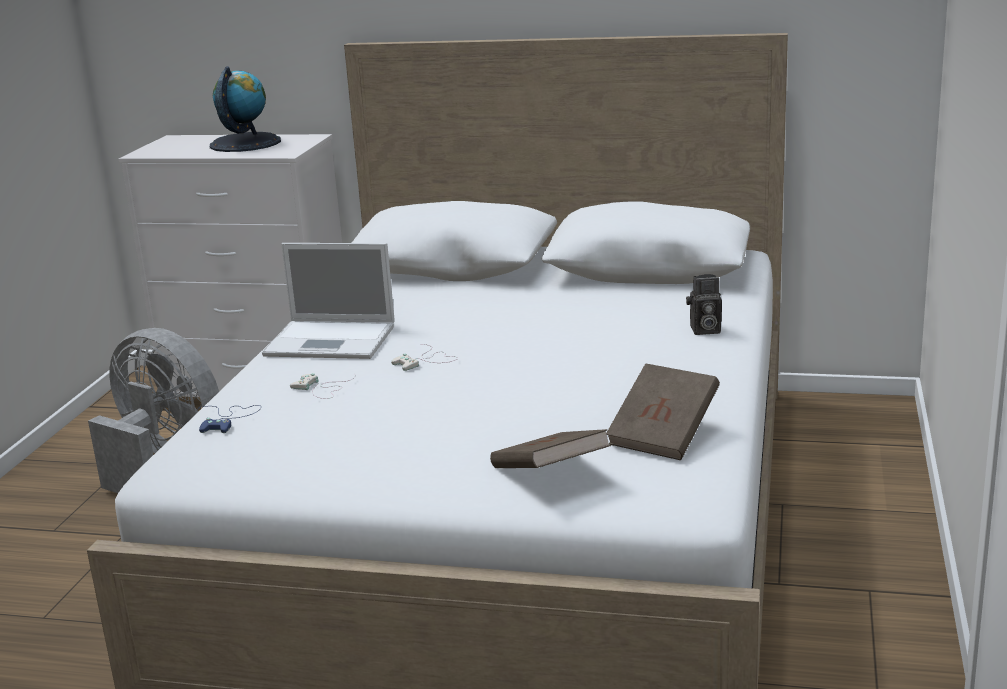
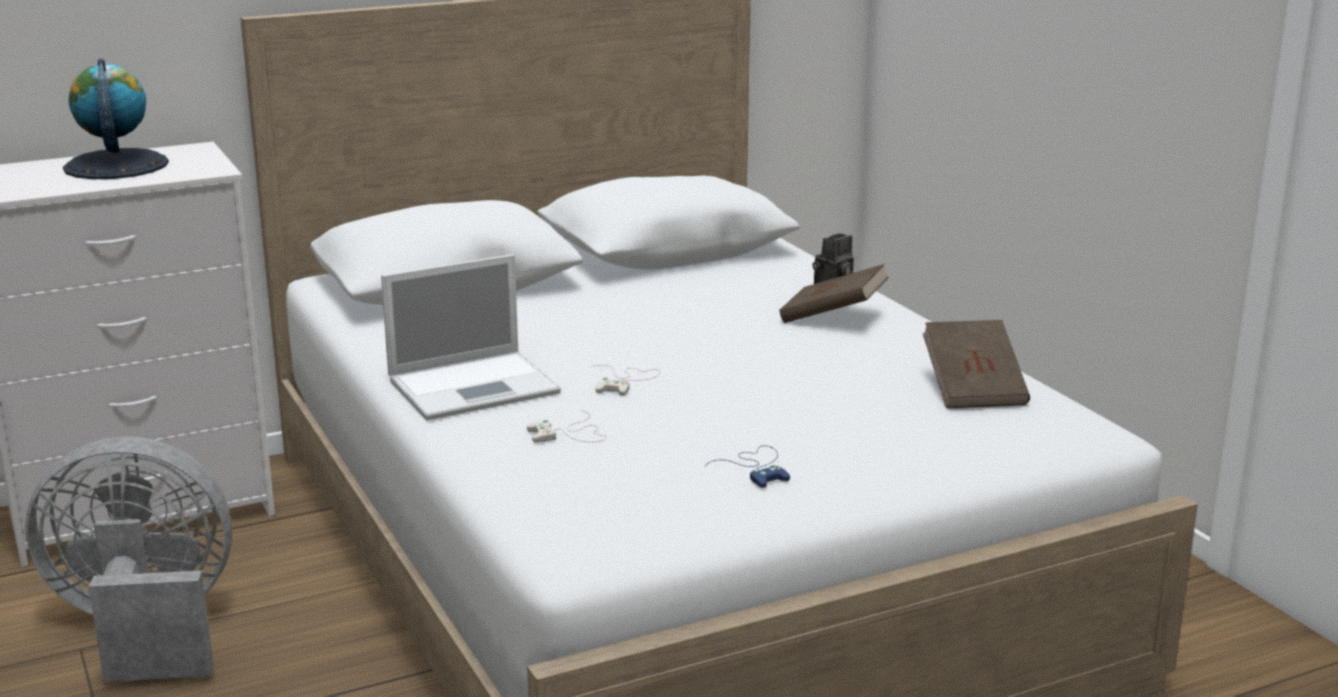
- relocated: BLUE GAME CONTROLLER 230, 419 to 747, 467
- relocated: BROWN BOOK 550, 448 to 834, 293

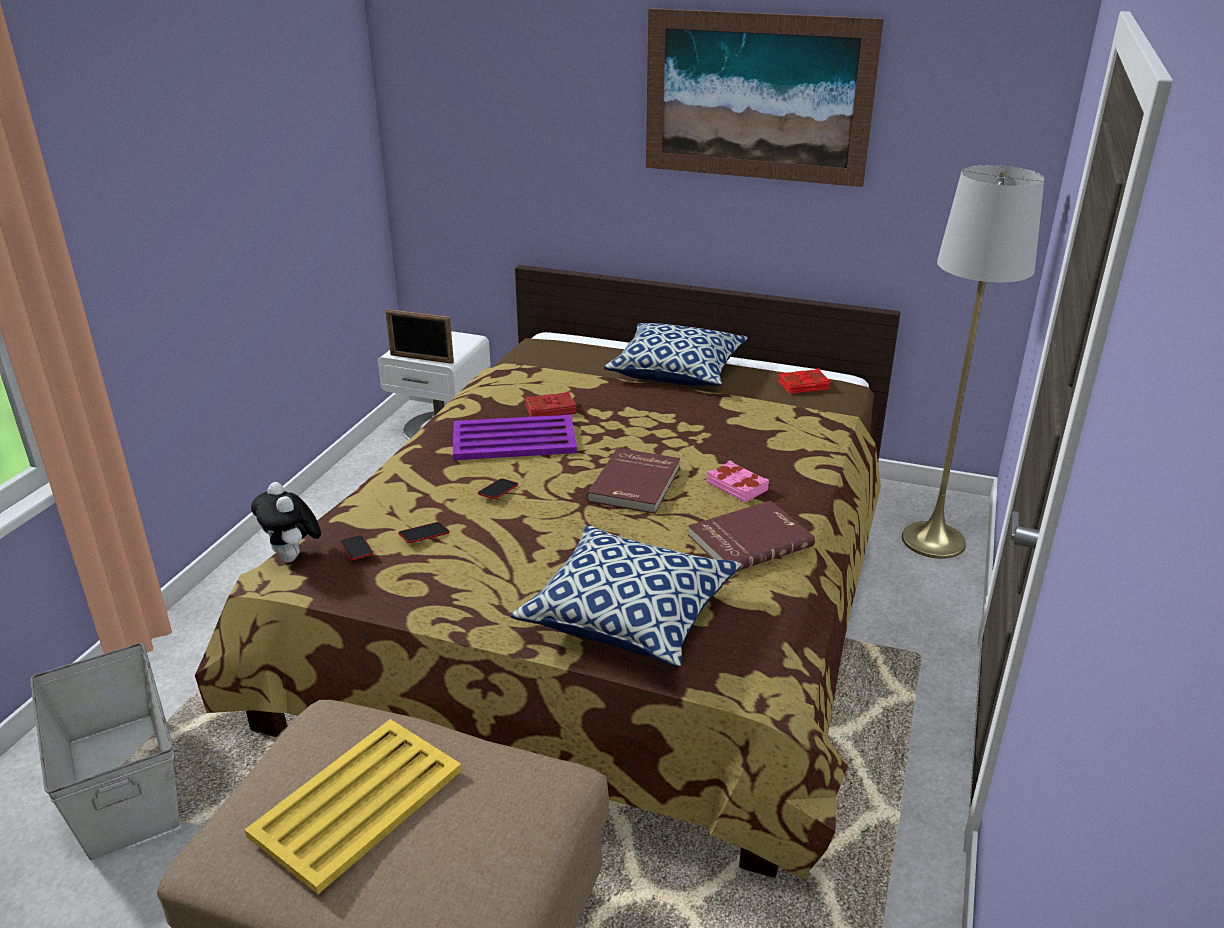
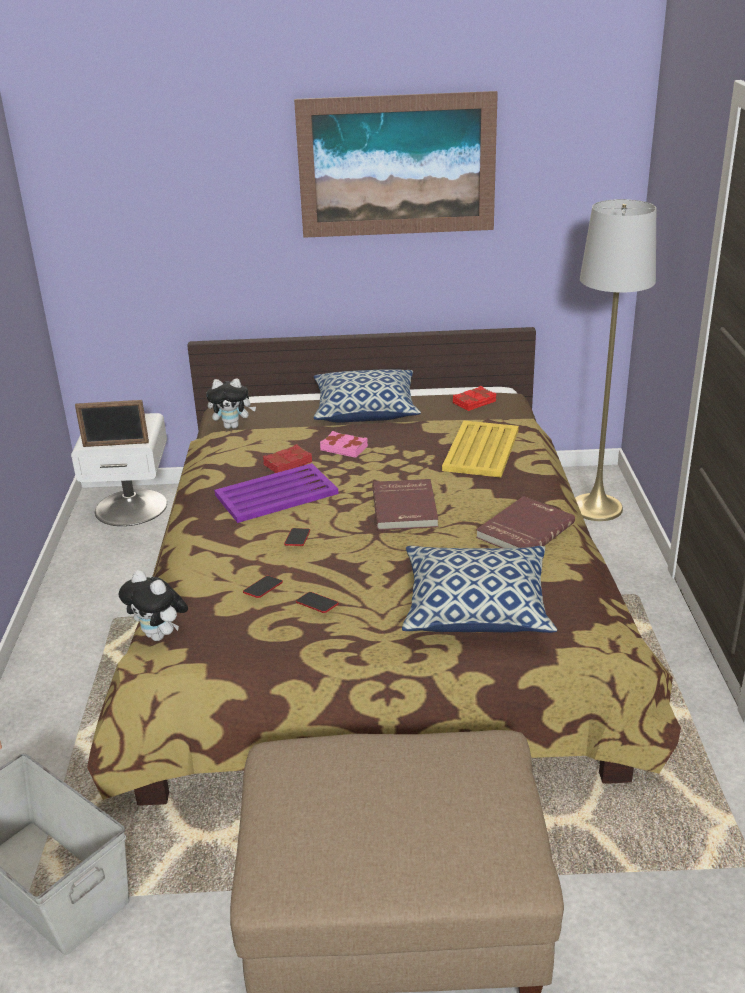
- relocated: YELLOW TRAY 353, 806 to 480, 449
- relocated: PHONE 356, 547 to 317, 602
- relocated: PINK BOOK 738, 481 to 344, 444
- appeared: PLUSH TOY 231, 403

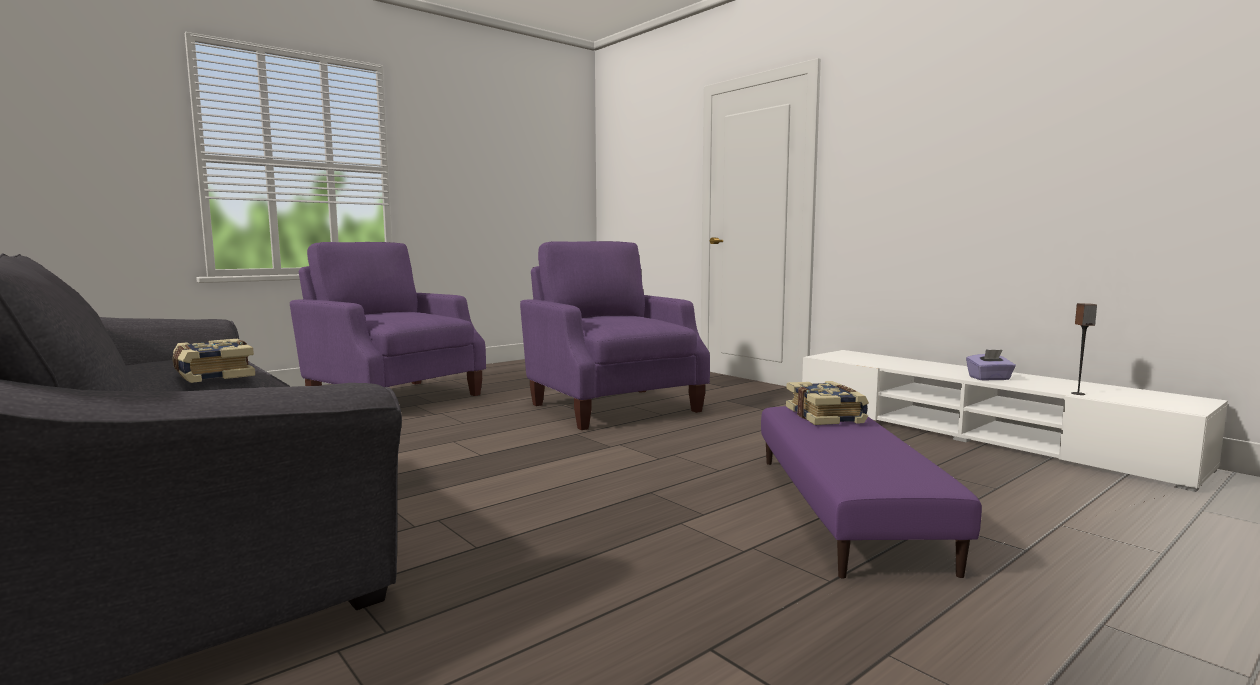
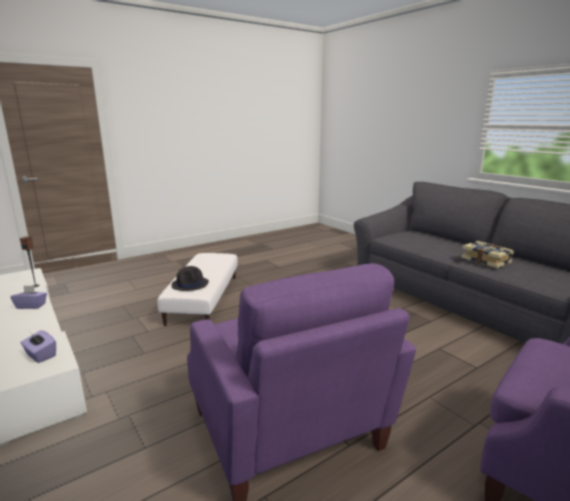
- colour: PURPLE OTTOMAN 871, 492 to WHITE OTTOMAN 197, 289
- exchanged: BOOK 827, 403 to BLACK HAT 190, 278
- appeared: PURPLE TISSUE BOX 38, 346

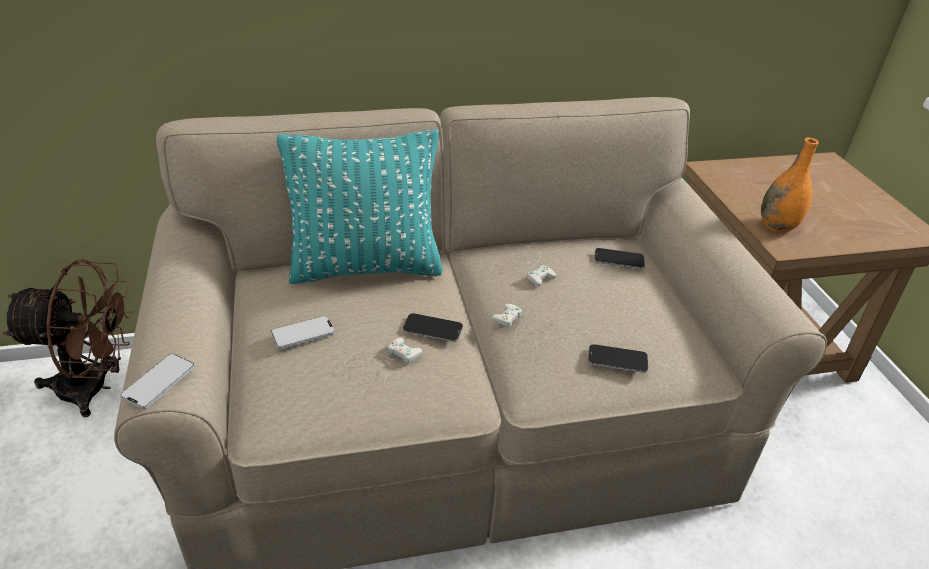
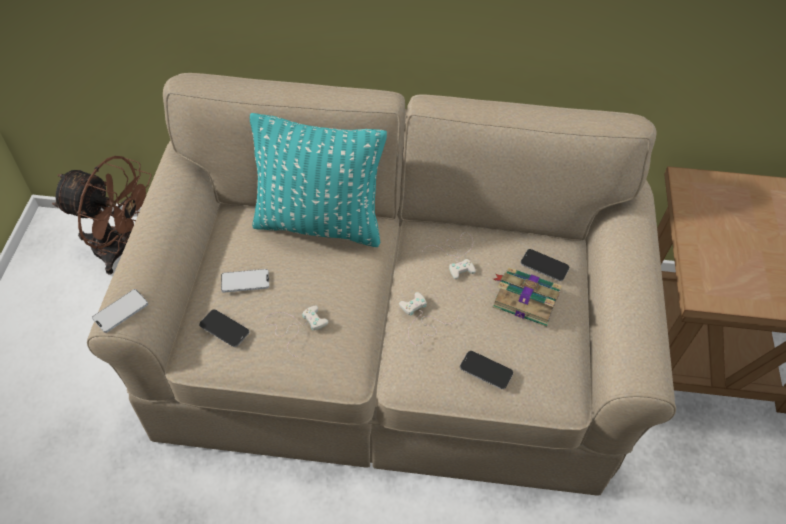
- relocated: PHONE 433, 327 to 224, 328
- missing: ORANGE VASE 790, 185
- appeared: BOOK 527, 297

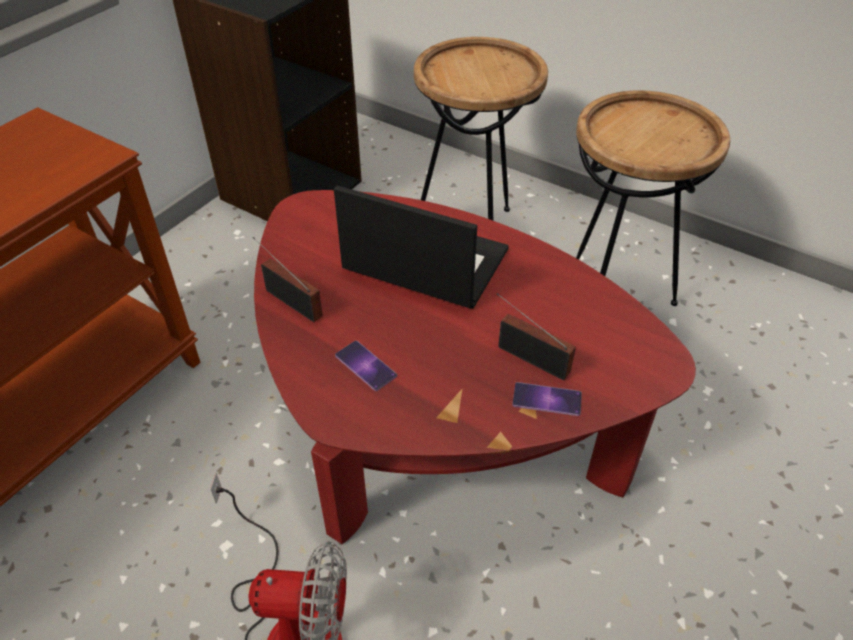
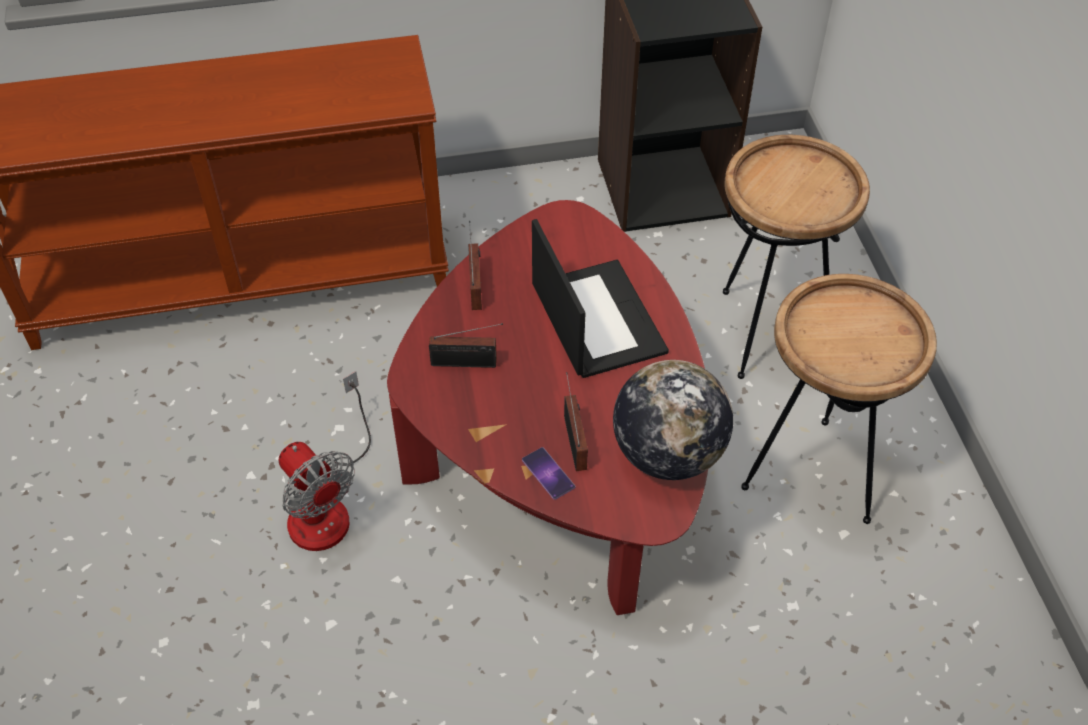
- exchanged: PHONE 366, 366 to RADIO 466, 345
- appeared: GLOBE 673, 420

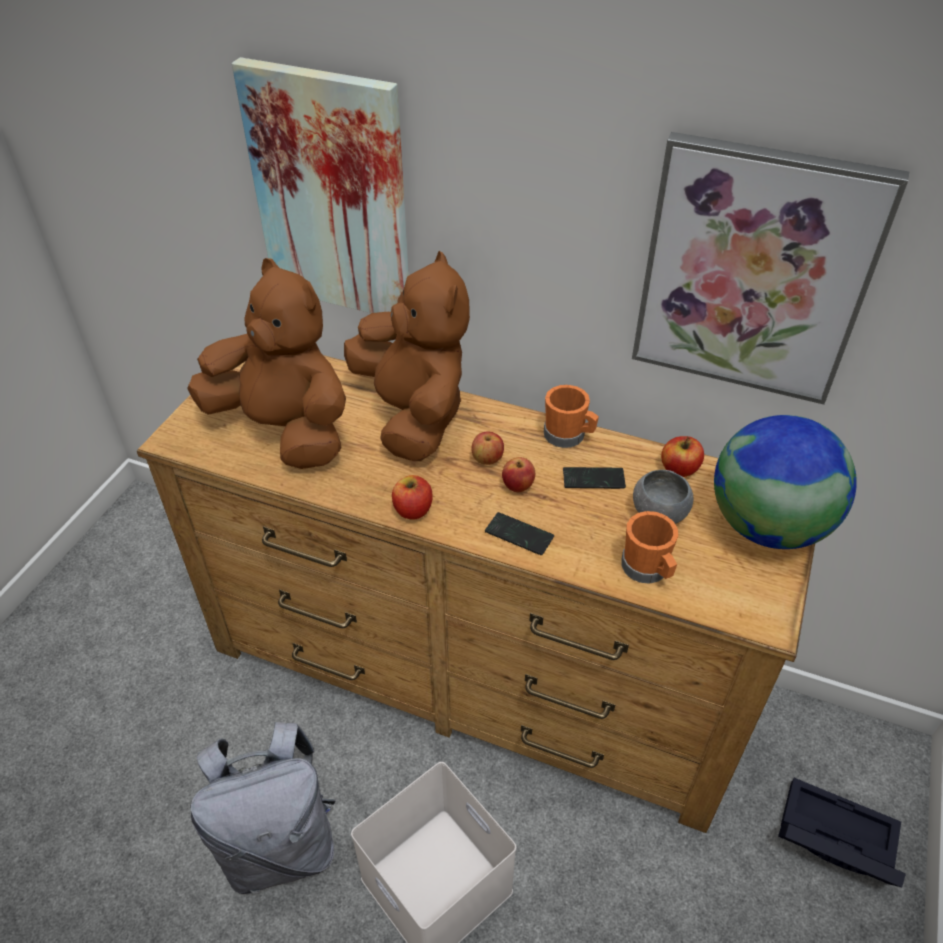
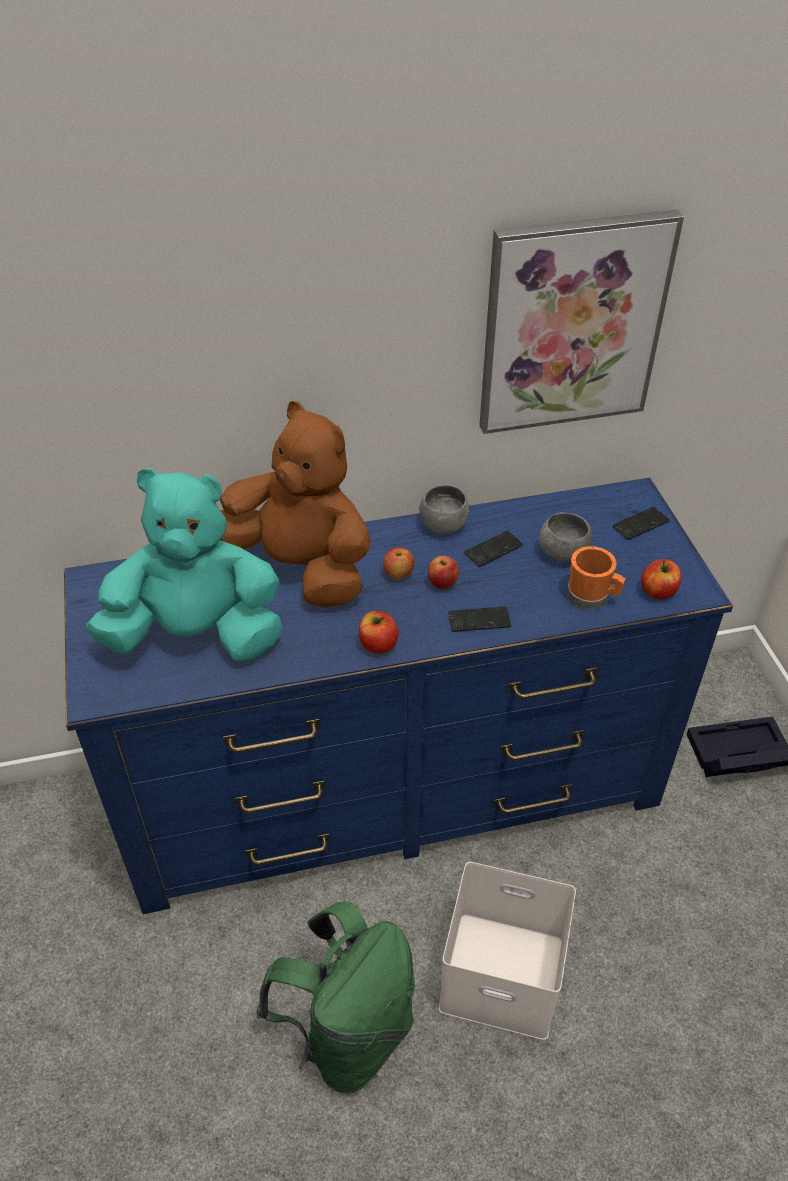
- colour: BROWN DRESSER 476, 594 to BLUE DRESSER 398, 696
- colour: BROWN PLUSH TOY 266, 363 to TURQUOISE PLUSH TOY 184, 565
- colour: GREY BACKPACK 263, 808 to GREEN BACKPACK 335, 997
- missing: PICTURE 320, 185
- exchanged: ORANGE MUG 571, 416 to GREY BOWL 444, 509
- relocated: APPLE 682, 456 to 661, 579
- exchanged: GLOBE 785, 482 to PHONE 641, 523

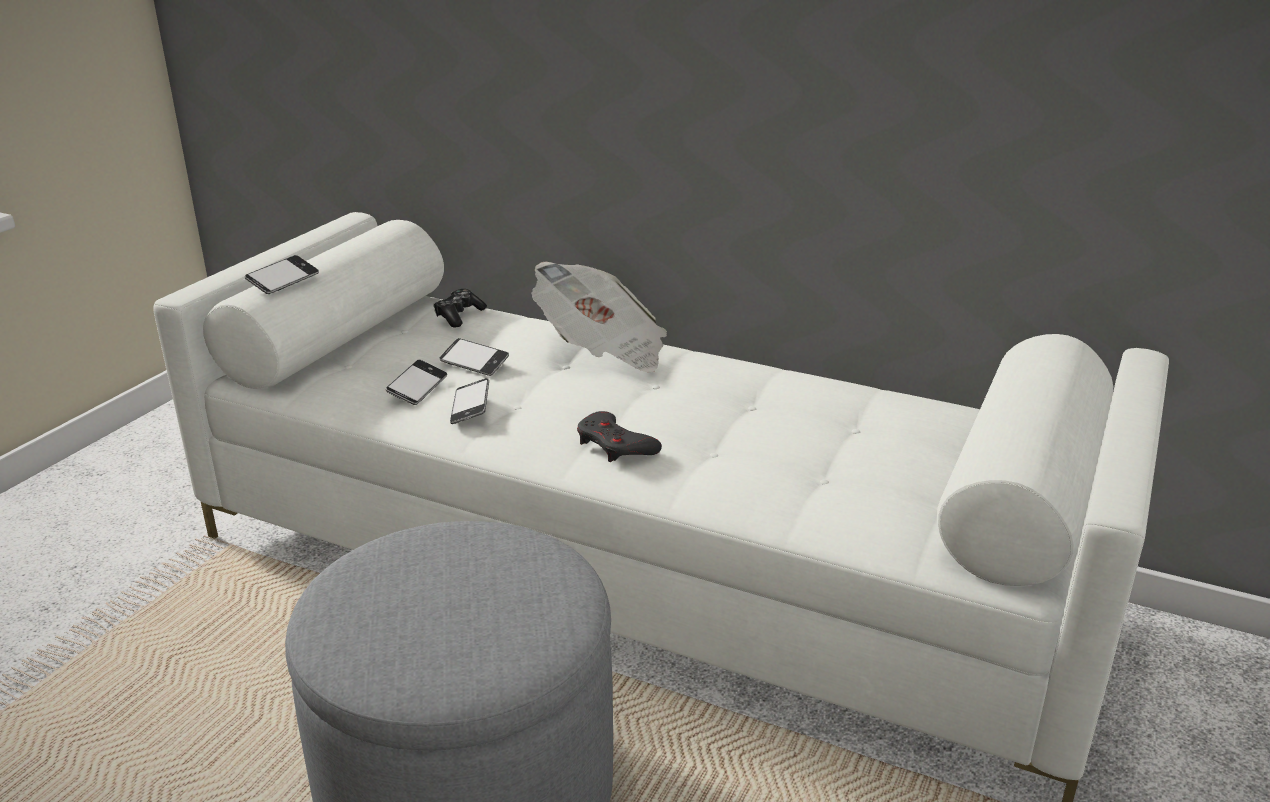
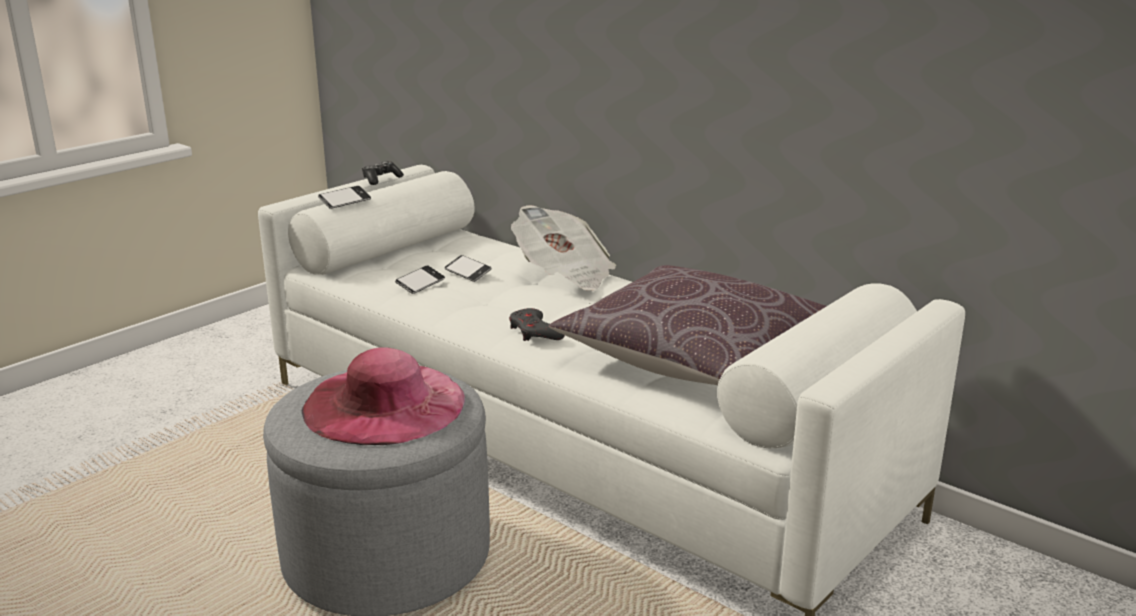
- relocated: GAME CONTROLLER 460, 308 to 383, 173
- missing: PHONE 469, 401
- appeared: PINK HAT 383, 396
- appeared: BROWN PILLOW 687, 325

